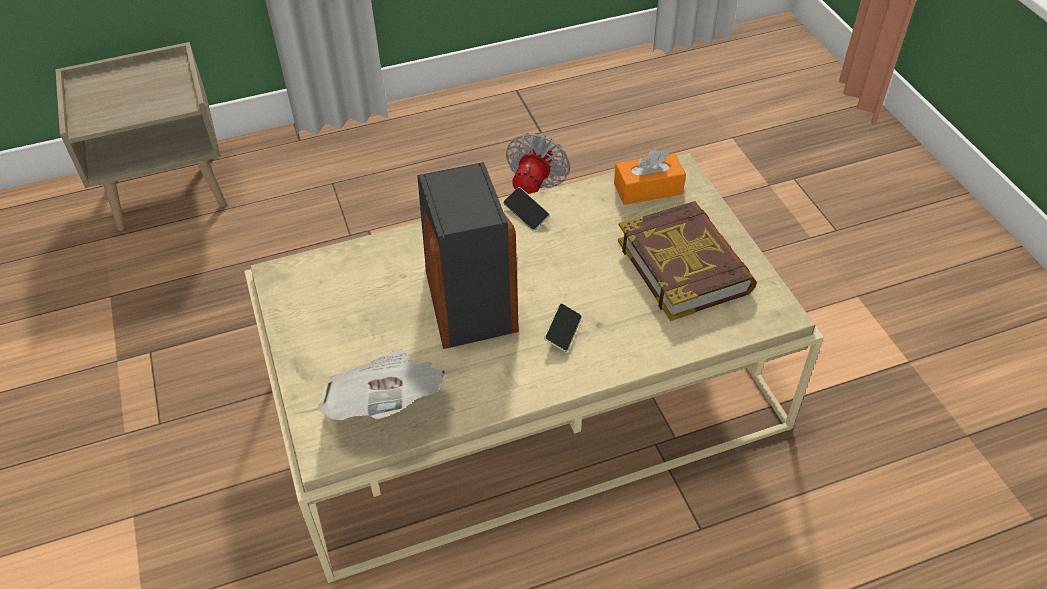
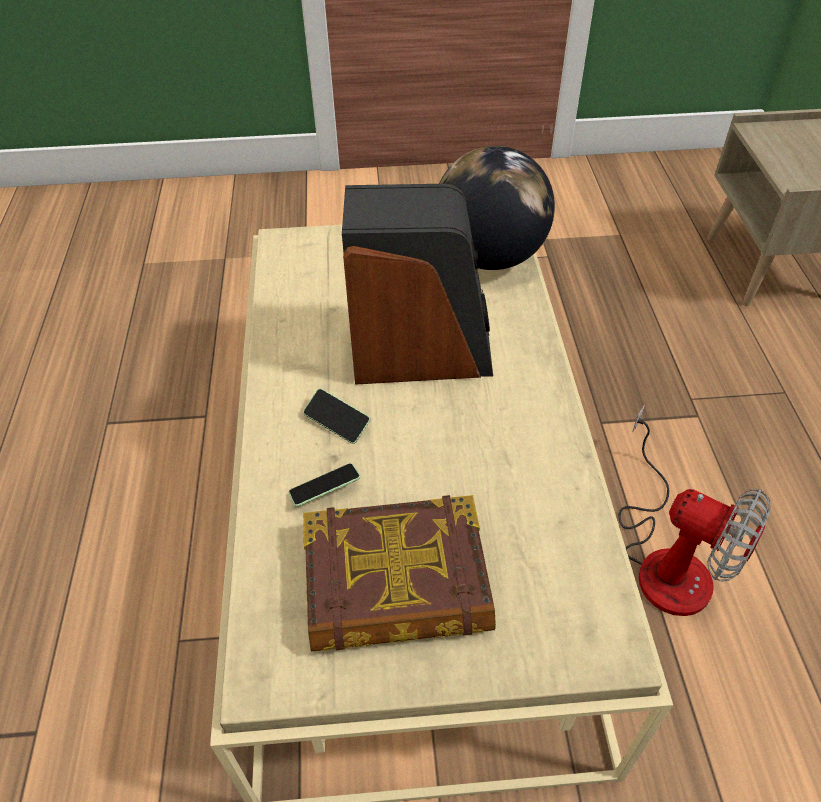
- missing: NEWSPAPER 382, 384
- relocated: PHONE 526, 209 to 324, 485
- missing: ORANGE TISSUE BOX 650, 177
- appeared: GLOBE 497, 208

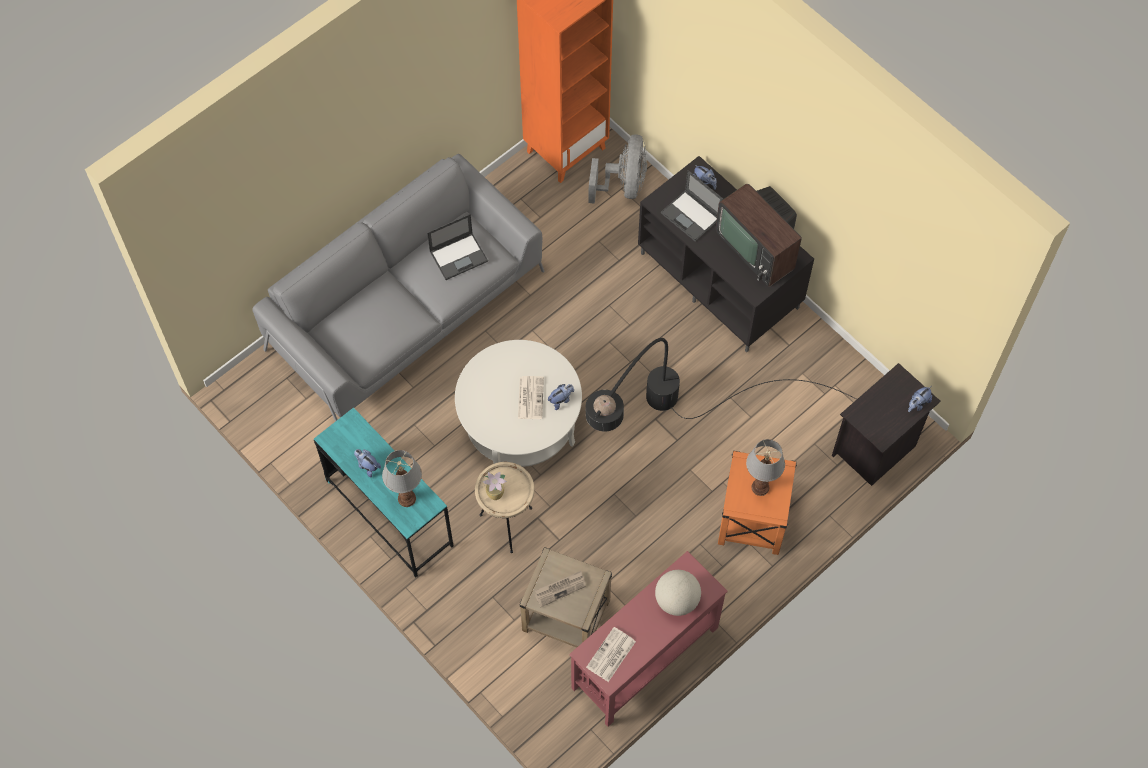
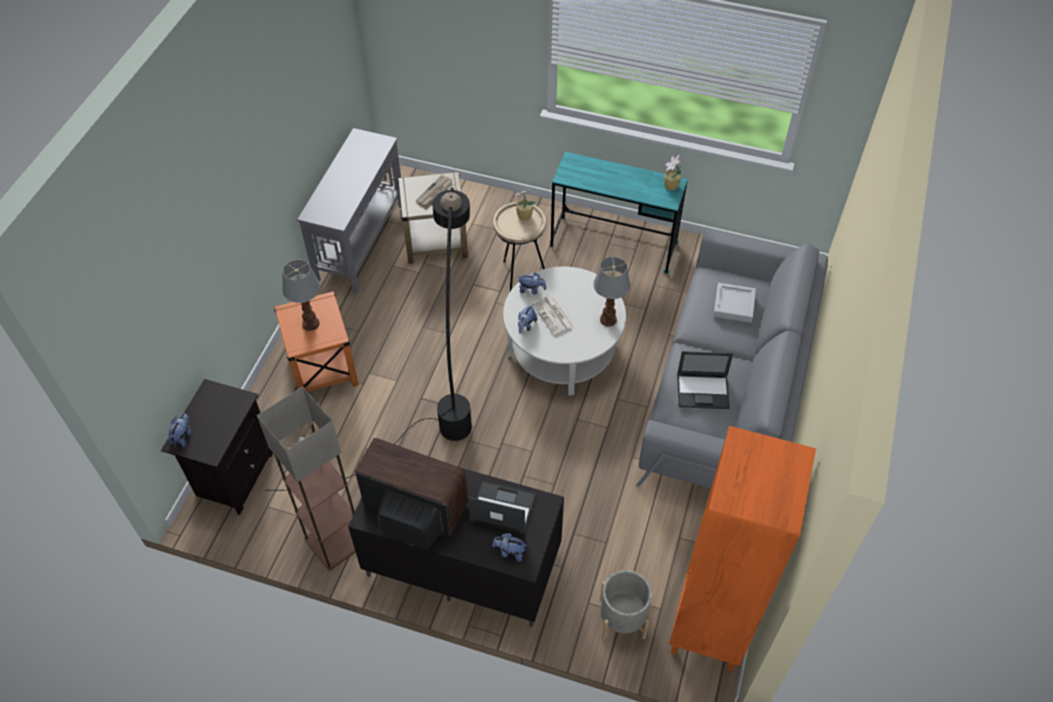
- relocated: PLUSH TOY 367, 463 to 531, 283
- relocated: TABLE LAMP 402, 478 to 611, 292
- spun: LAPTOP 457, 247 = 705, 380 120 degrees counterclockwise
- colour: RED CONSOLE TABLE 648, 639 to GREY CONSOLE TABLE 349, 211
- missing: NEWSPAPER 611, 654
- exchanged: GREY FAN 617, 169 to GREY PLANTER 626, 605
- missing: GLOBE 678, 593
- appeared: FLOOR LAMP 306, 478
- appeared: POTTED PLANT 672, 172
- appeared: GREY TRAY 734, 303

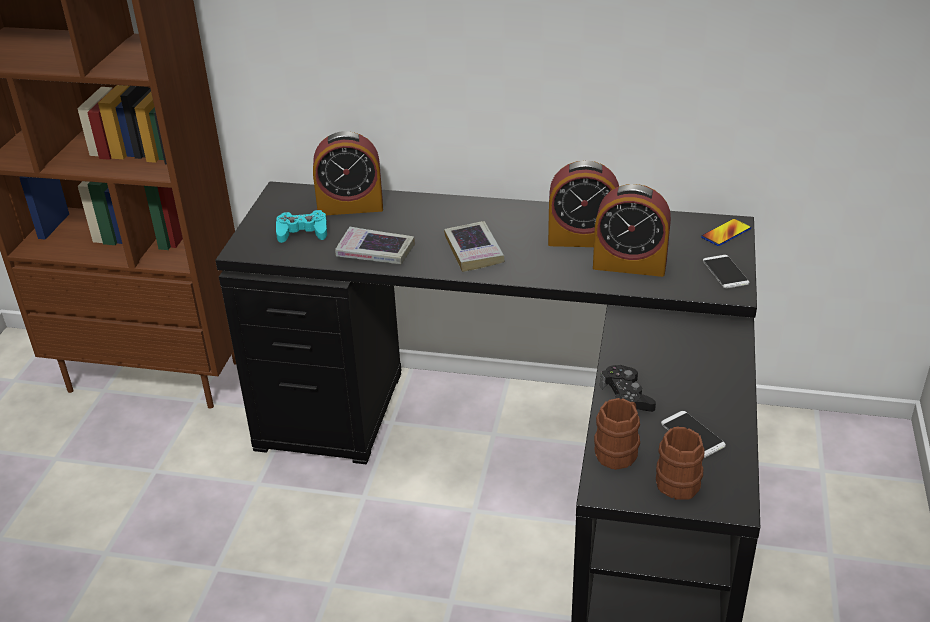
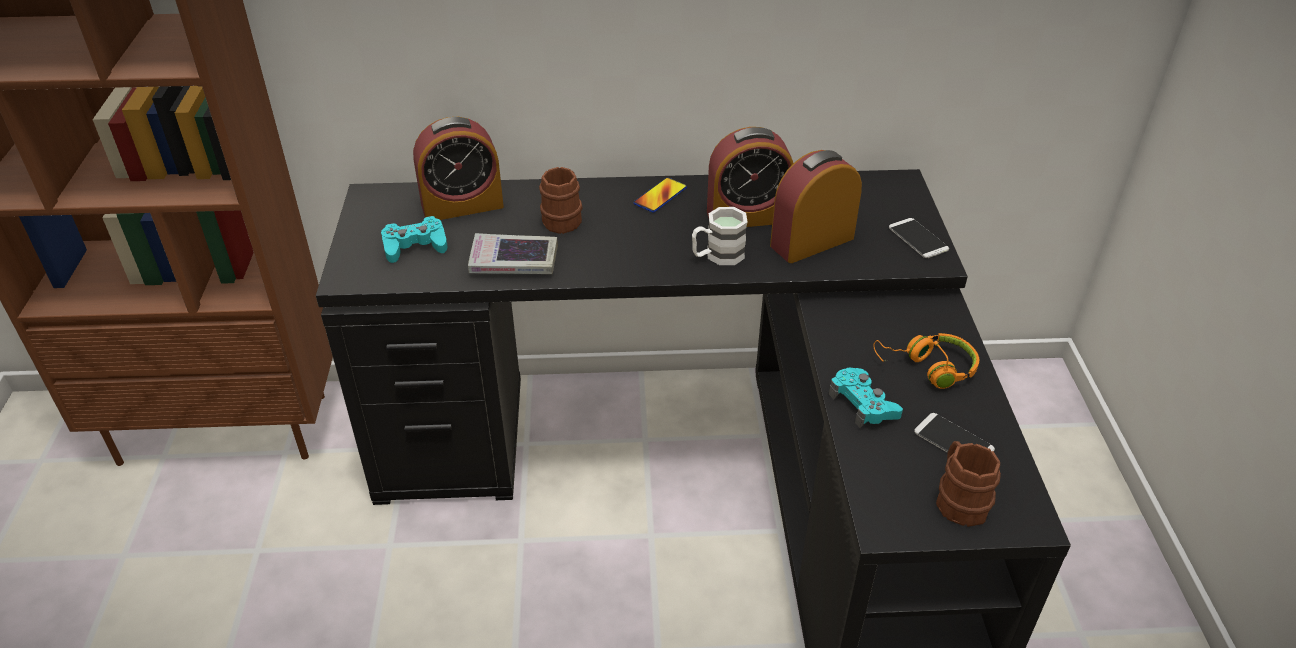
- missing: BOOK 474, 246
- spun: ALARM CLOCK 632, 230 = 816, 206 150 degrees clockwise
- relocated: BROWN MUG 617, 434 to 560, 200
- colour: BLACK GAME CONTROLLER 628, 388 to TURQUOISE GAME CONTROLLER 866, 397
- relocated: PHONE 726, 232 to 660, 195
- appeared: WHITE MUG 719, 236
- appeared: ORANGE HEADPHONES 926, 361

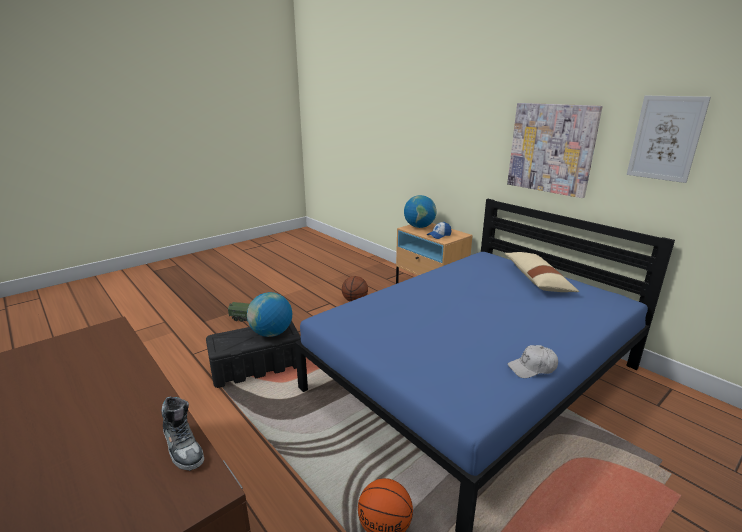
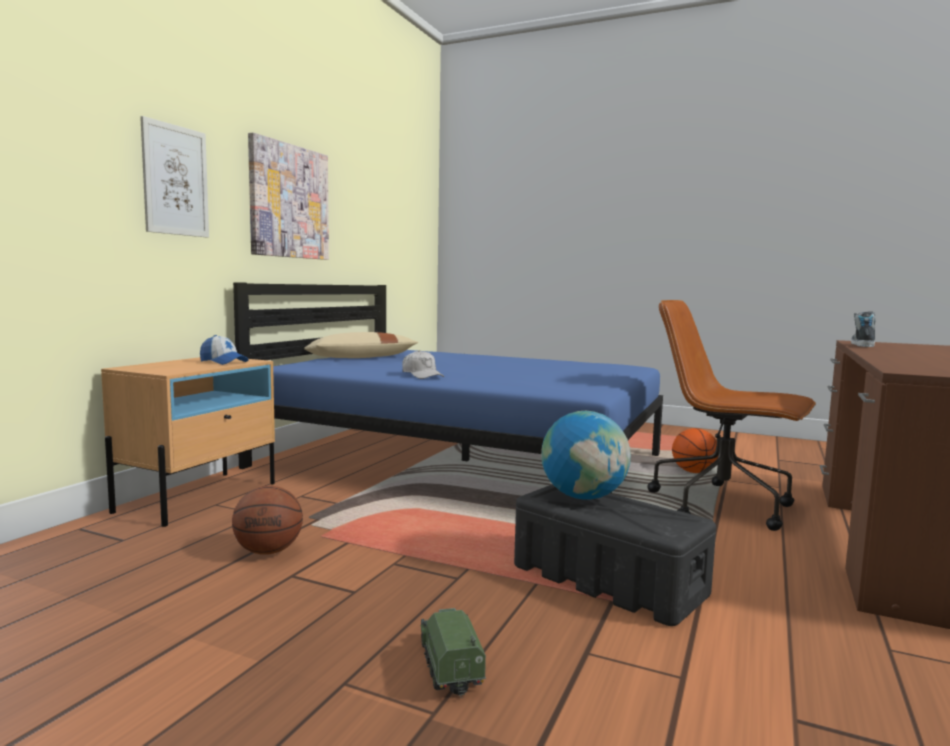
- missing: GLOBE 420, 211
- relocated: WHITE CAP 533, 361 to 423, 364
- relocated: PICTURE 669, 139 to 174, 177
- appeared: BROWN OFFICE CHAIR 731, 415

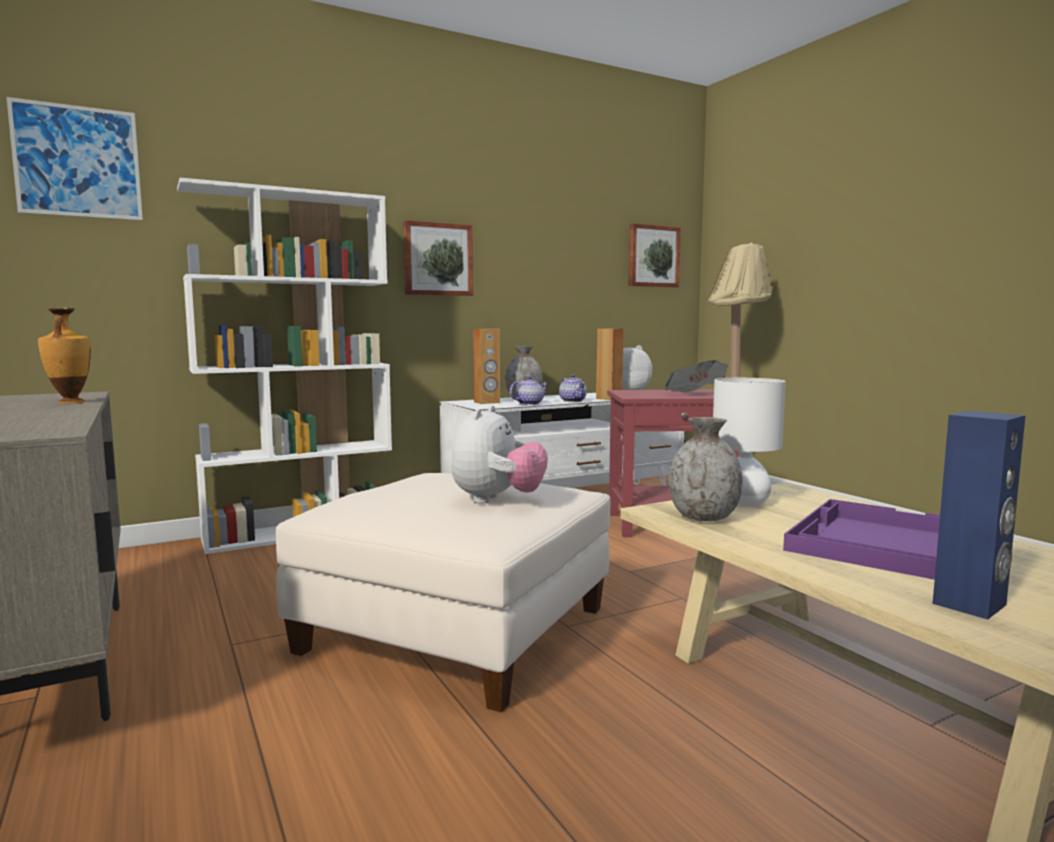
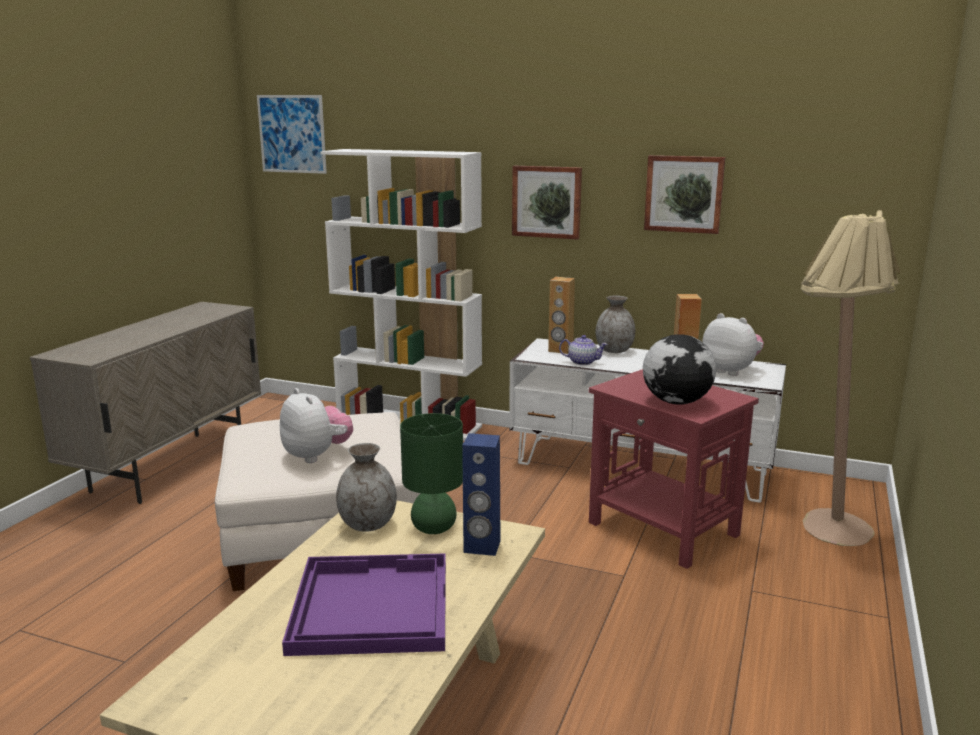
- missing: VASE 64, 356
- spun: PLUSH TOY 499, 454 = 316, 425 105 degrees counterclockwise
- missing: TEAPOT 573, 388
- relocated: PICTURE 655, 255 to 684, 194
- exchanged: NEWSPAPER 696, 376 to GLOBE 679, 369
- colour: WHITE TABLE LAMP 749, 442 to GREEN TABLE LAMP 431, 473
- relocated: BLUE SPEAKER 979, 515 to 481, 494

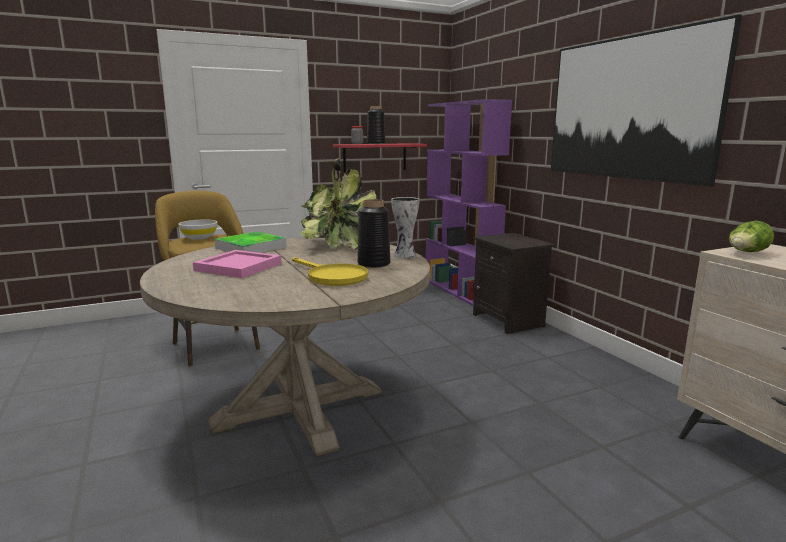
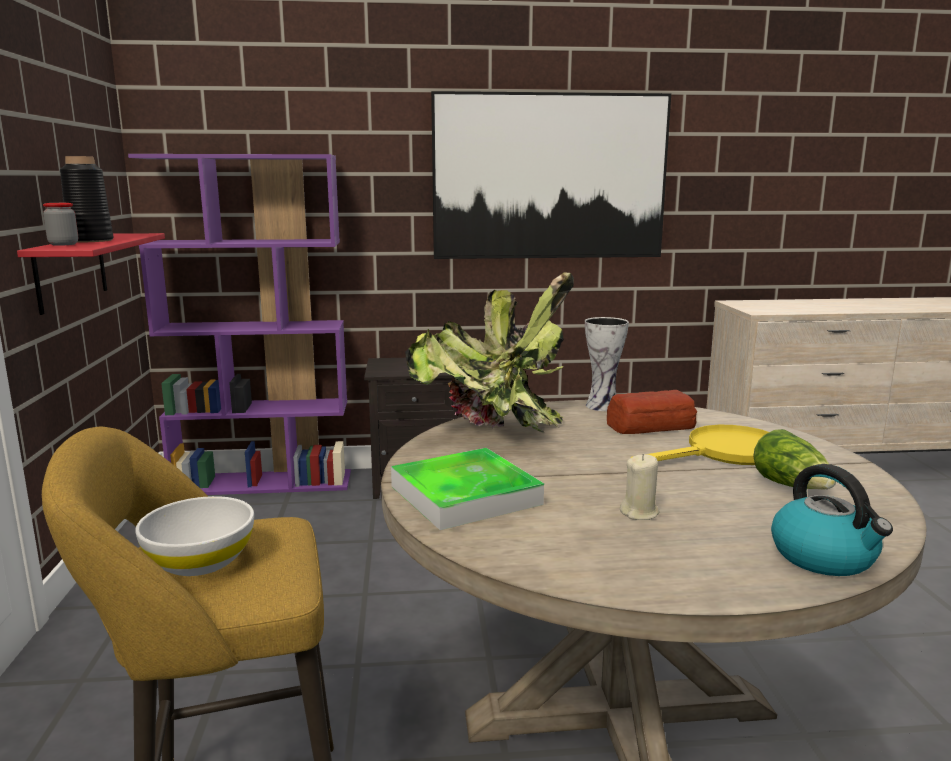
- exchanged: PINK TRAY 237, 264 to BEIGE CANDLE 639, 487
- exchanged: BLACK VASE 373, 233 to BREAD 652, 412
- relocated: LETTUCE 751, 236 to 794, 459
- appeared: KETTLE 832, 520

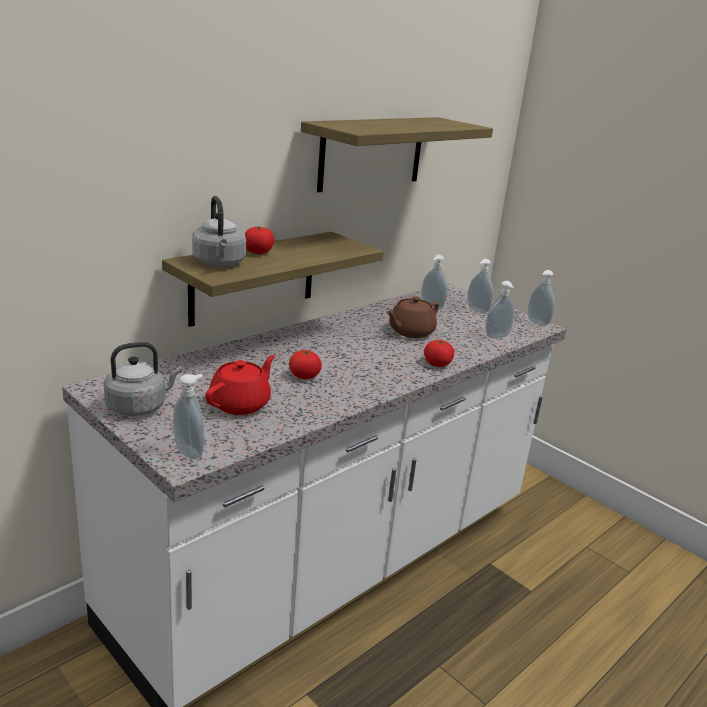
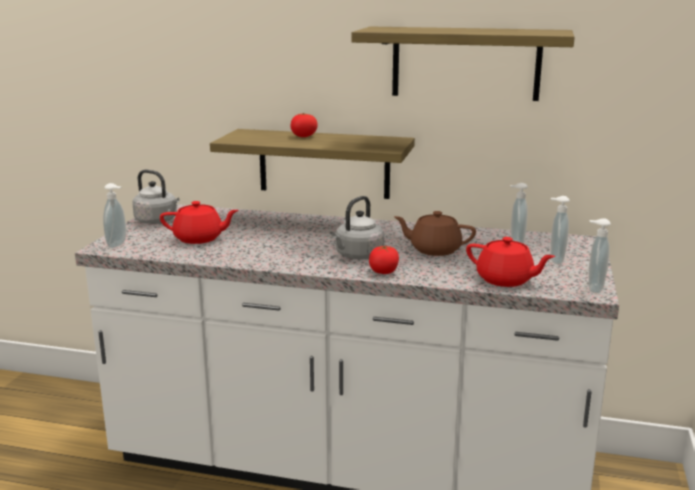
- relocated: GREY KETTLE 219, 231 to 357, 227
- missing: TOMATO 305, 365
- exchanged: SOAP DISPENSER 499, 310 to RED TEAPOT 510, 262

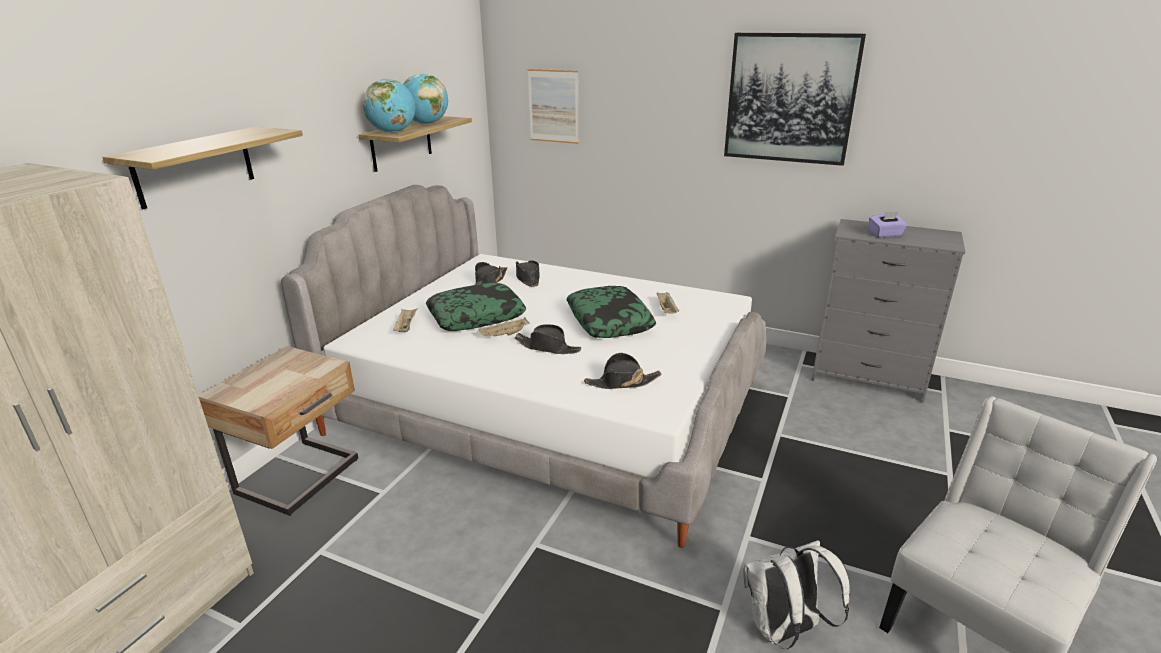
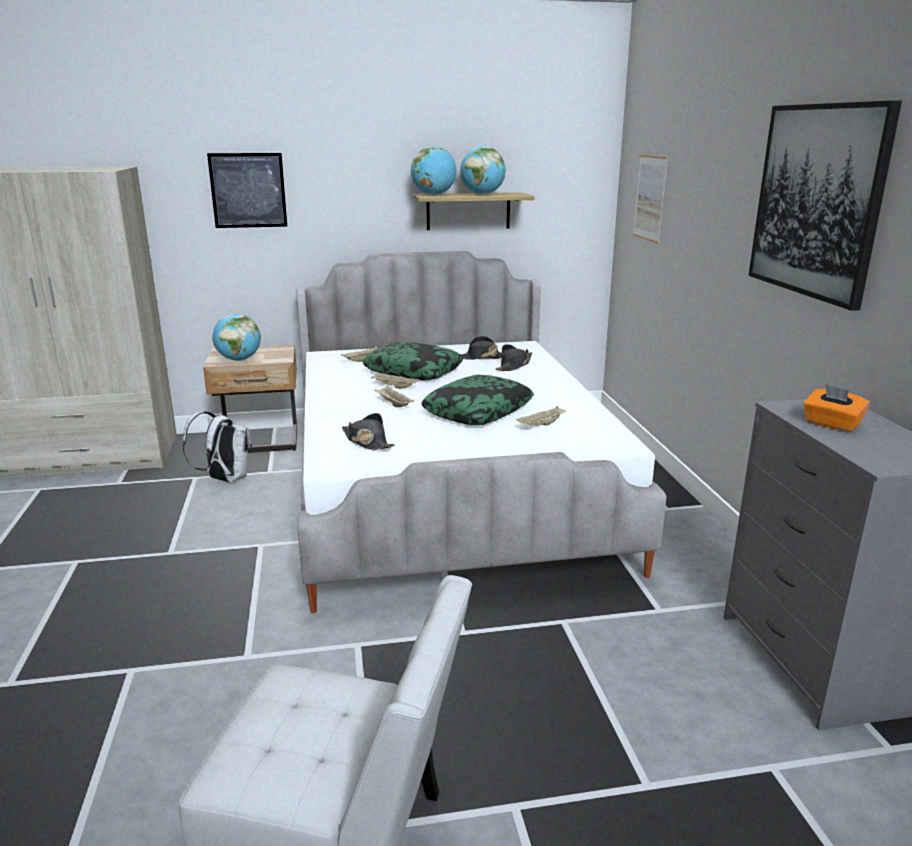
- exchanged: SHELF 202, 167 to PICTURE 247, 190
- exchanged: BLACK HAT 548, 339 to BEIGE TRAY 394, 396
- relocated: WHITE BACKPACK 796, 594 to 217, 447
- colour: PURPLE TISSUE BOX 888, 224 to ORANGE TISSUE BOX 836, 408
- appeared: GLOBE 236, 337

